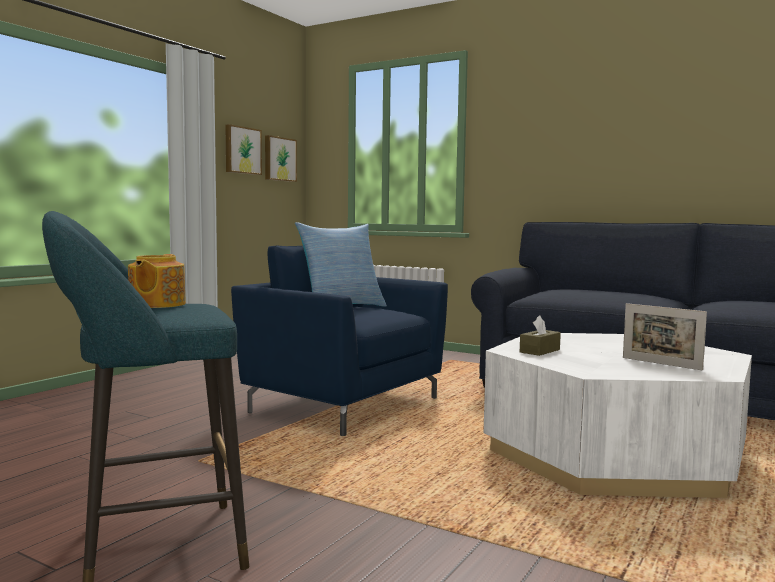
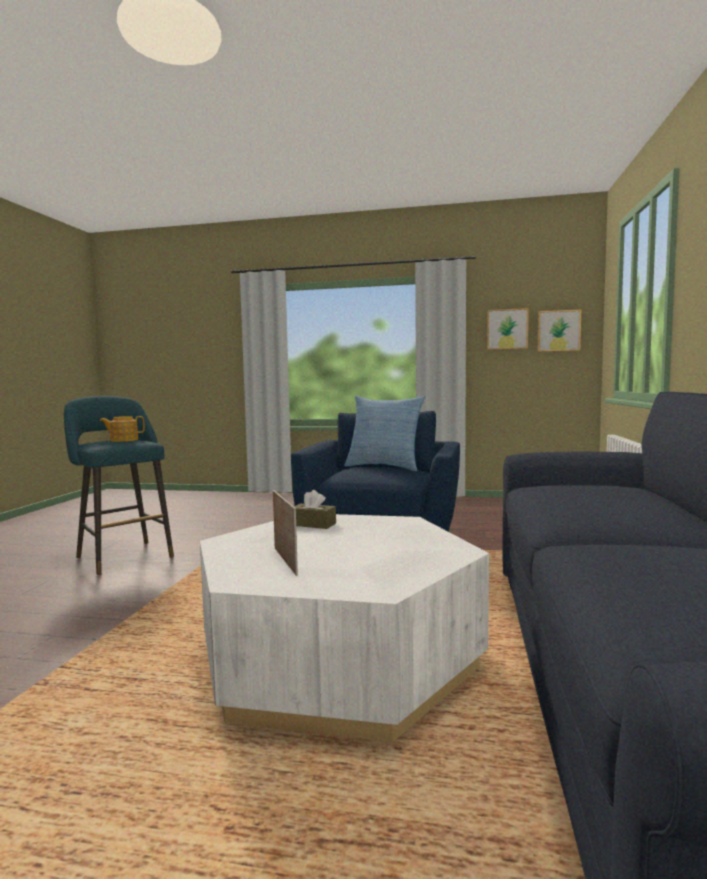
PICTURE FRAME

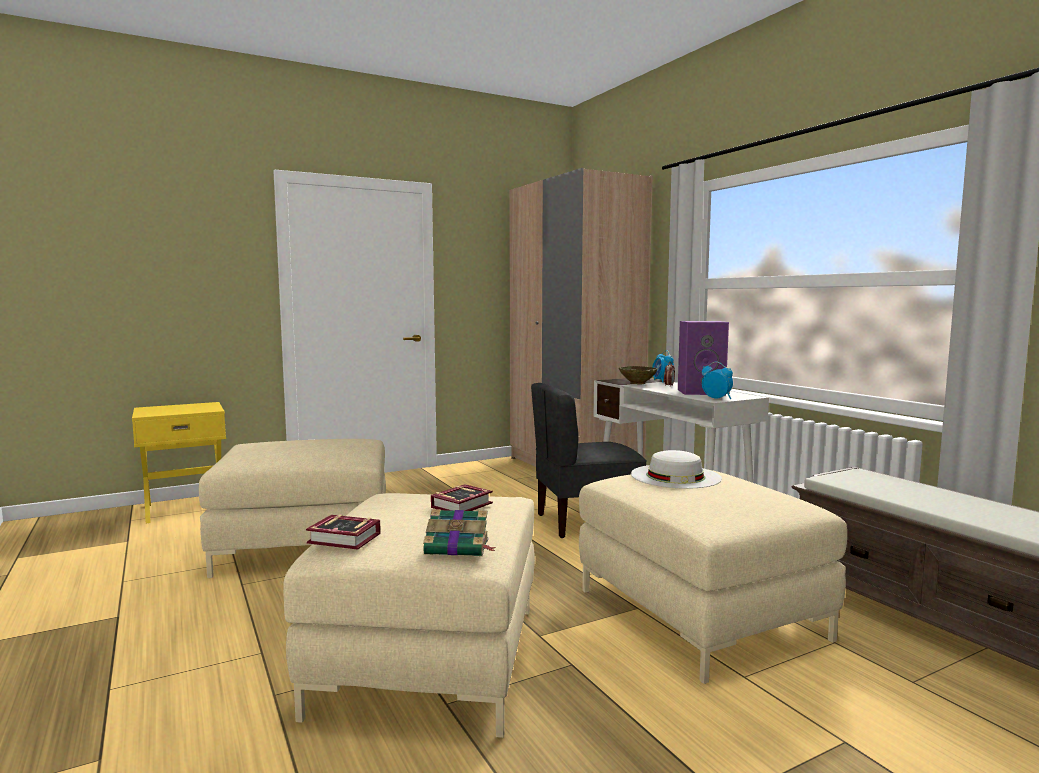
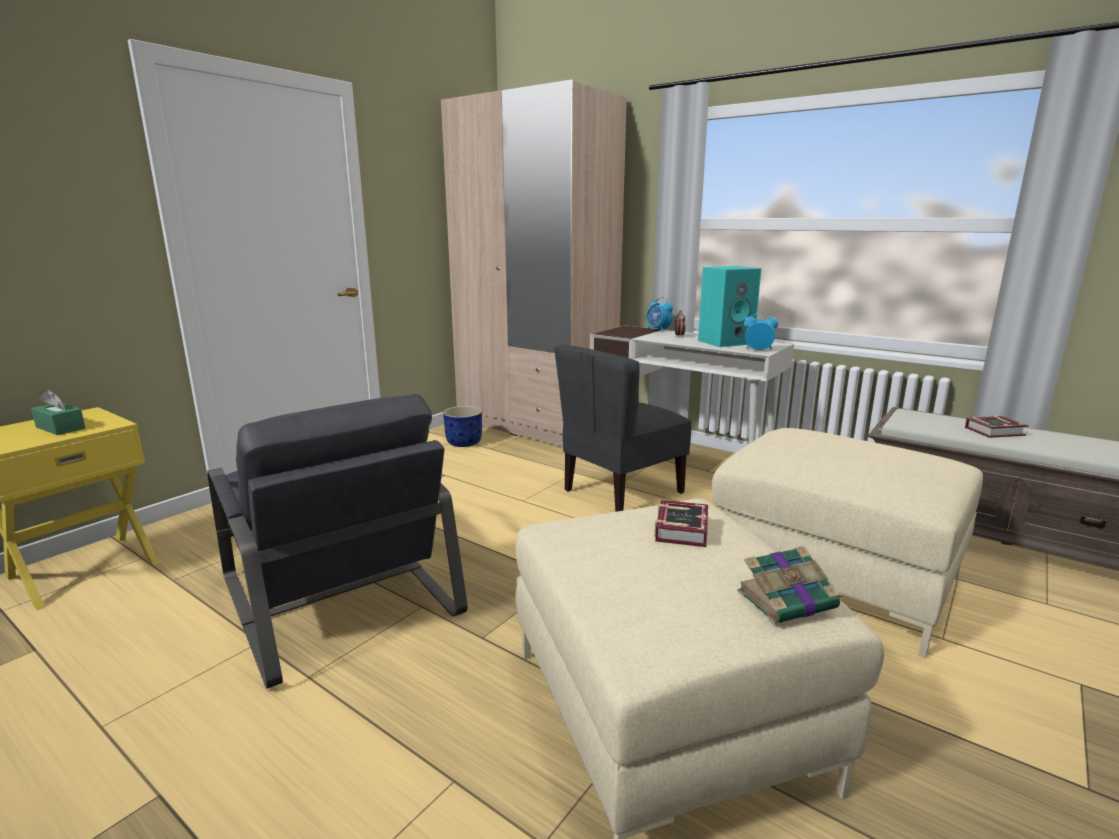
GREY ARMCHAIR; BOOK (no. 3 from left); BEIGE DEEP DISH; WHITE-COLOURED HAT; TURQUOISE-COLOURED SPEAKER; GREEN-COLOURED BOX OF TISSUES; BLUISH PLANTER

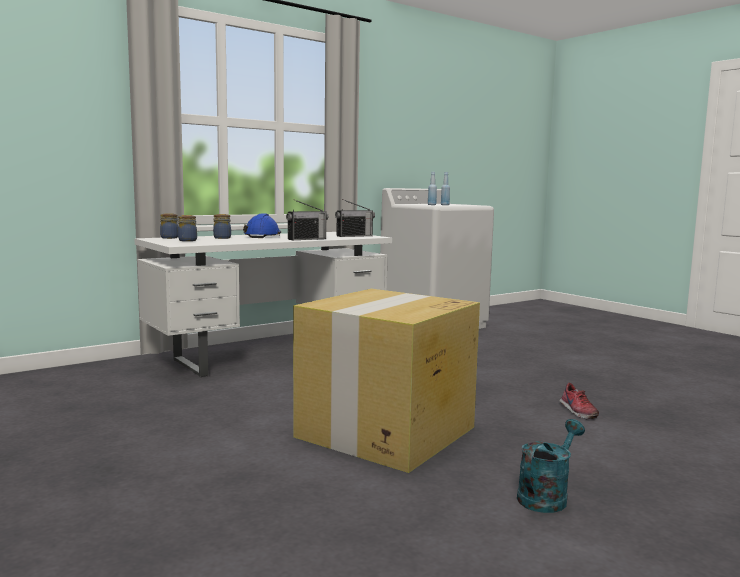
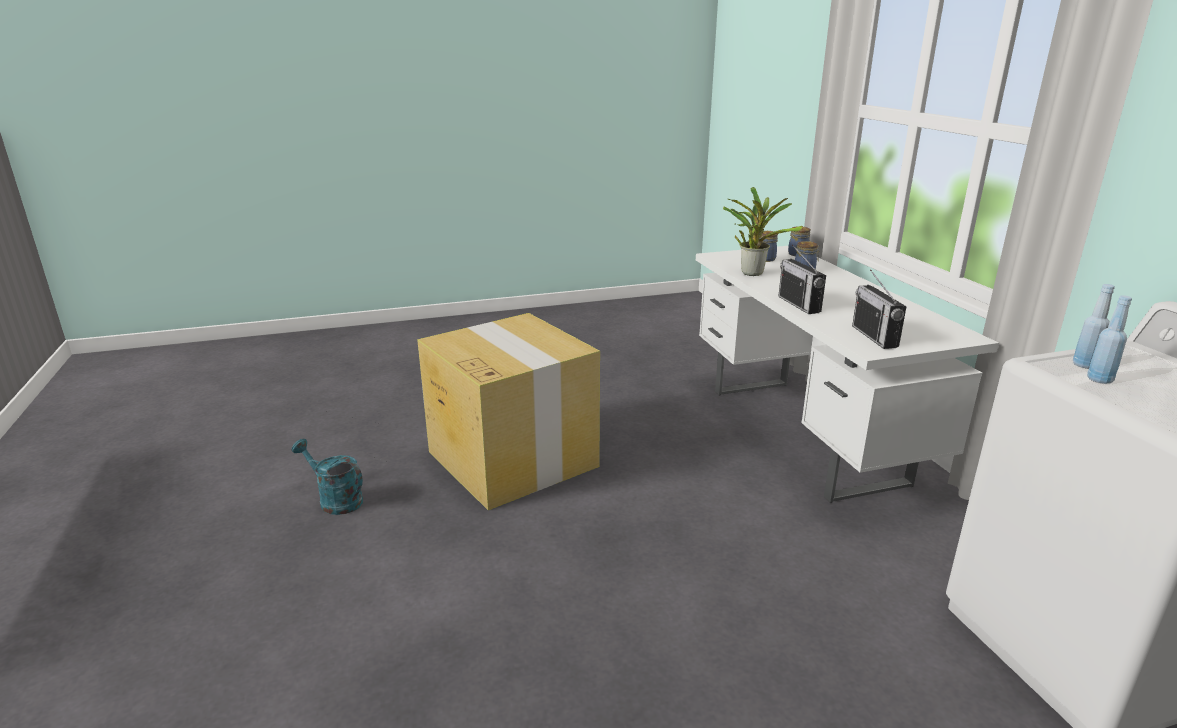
BLUISH HARD HAT; TURQUOISE-COLOURED WATERING CAN; SHOE; POTTED PLANT

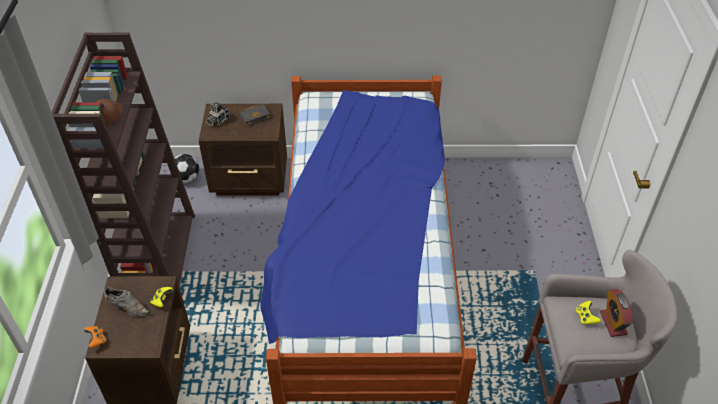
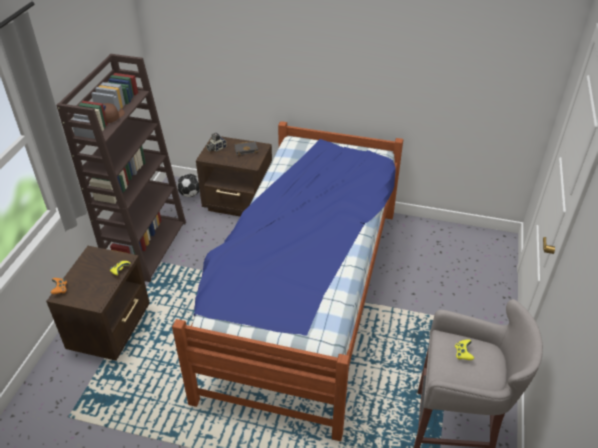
GREY SHOE; ALARM CLOCK

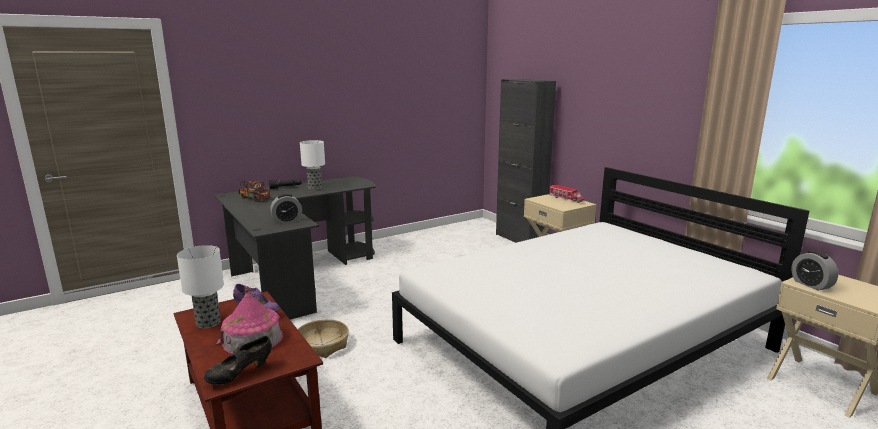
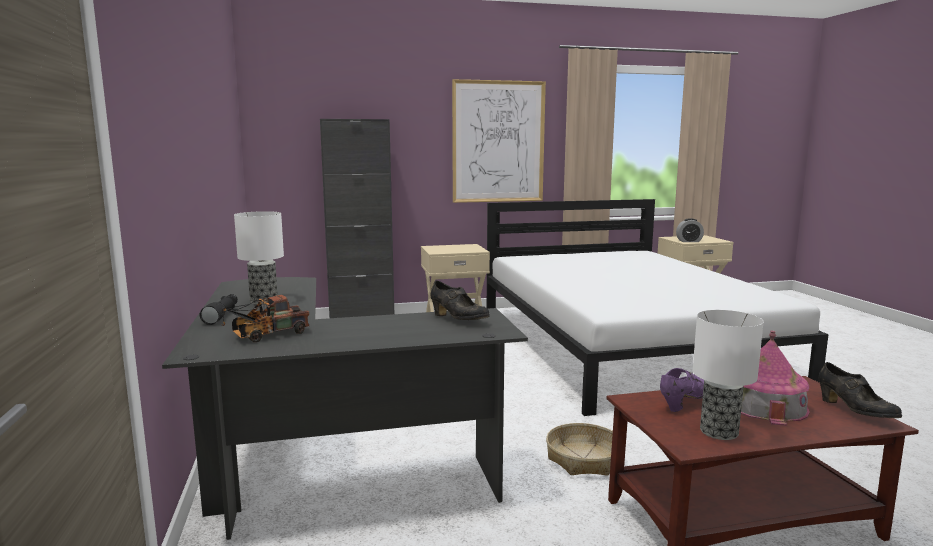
BLACK-COLOURED SHOE (no. 1 from left); TOY TRUCK (no. 2 from left in the first image); WALL ART

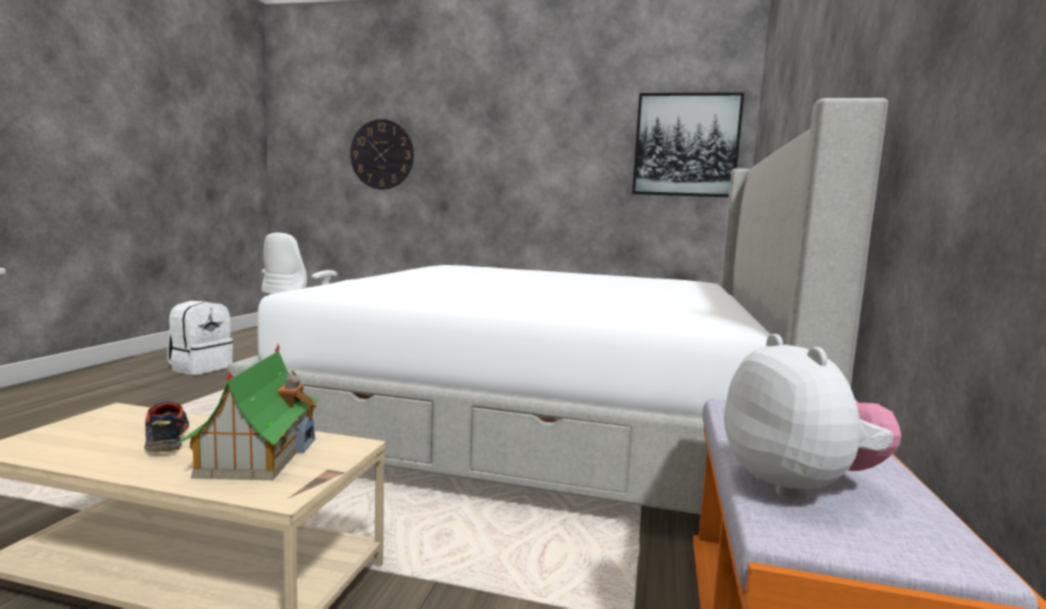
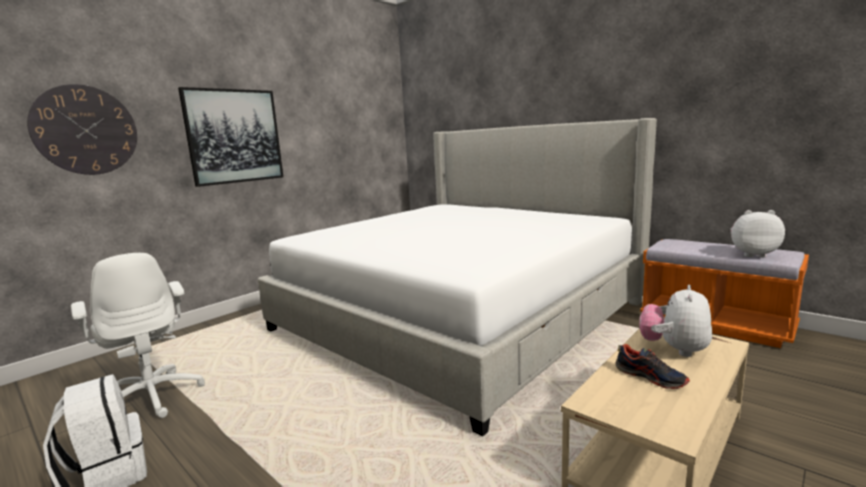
SHOE; CUDDLY TOY (no. 1 from left); WALL ART

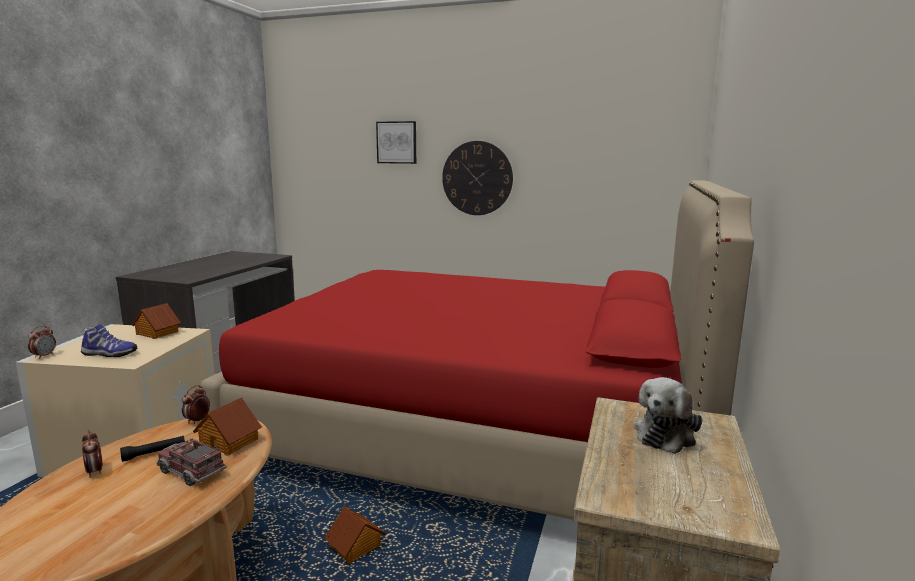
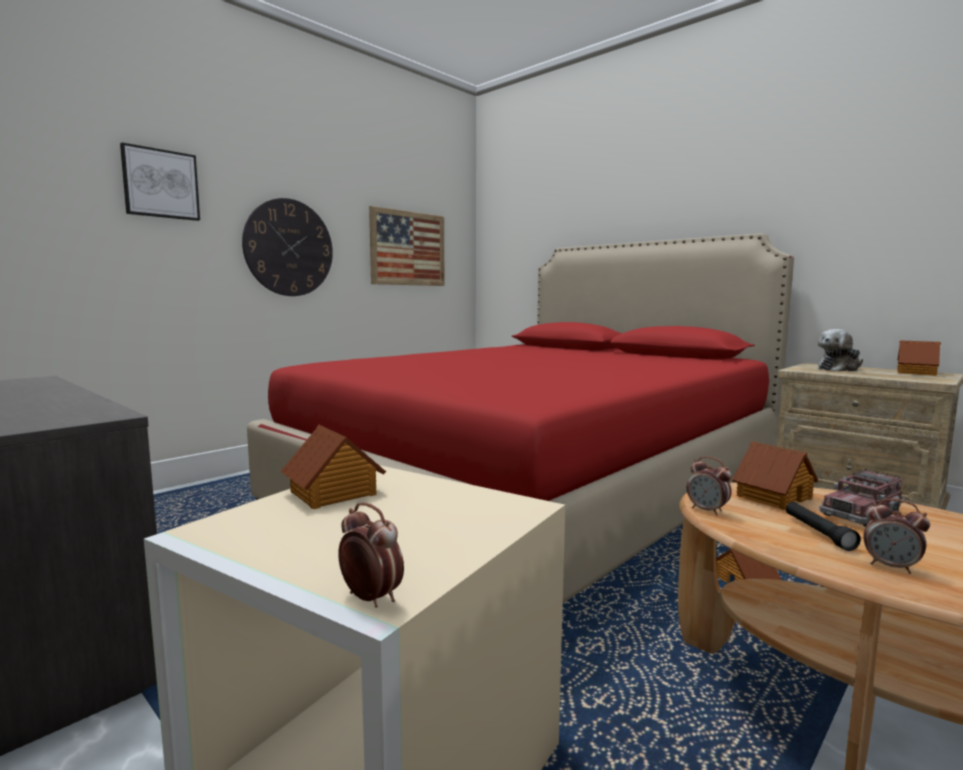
SHOE; ALARM CLOCK (no. 3 from left); CUDDLY TOY; WALL ART (no. 2 from left); TOY HOUSE (no. 4 from left)

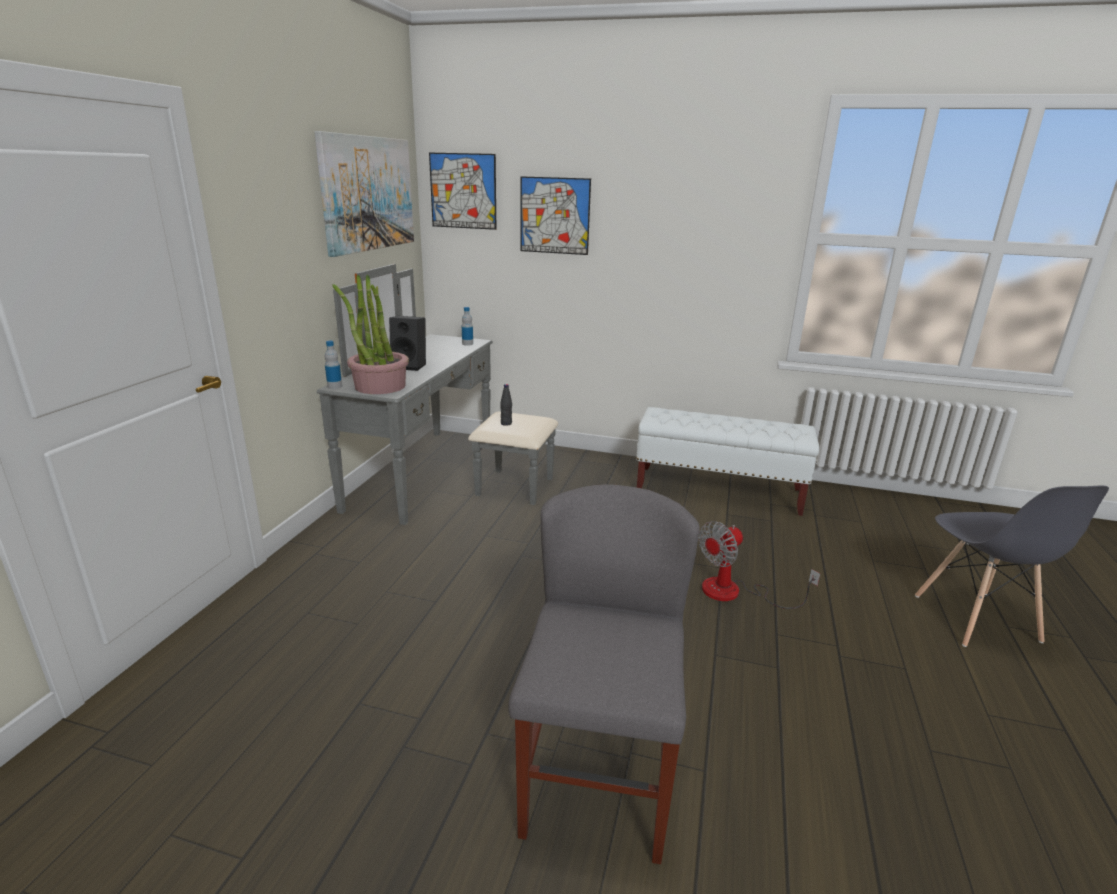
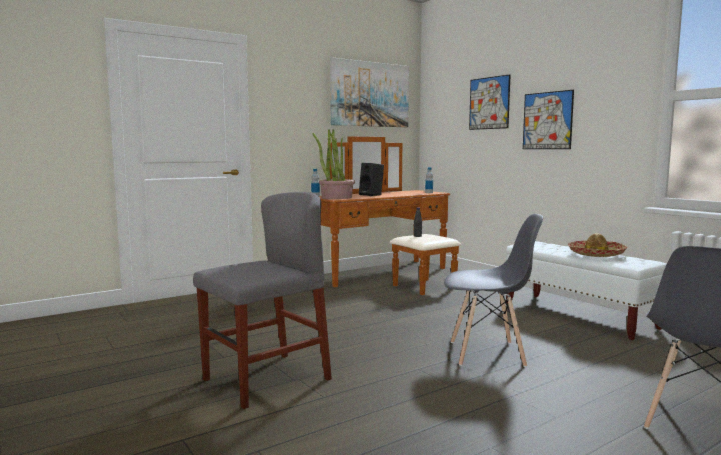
BROWNISH DRESSER; WALL ART (no. 3 from left); GREY UPRIGHT CHAIR (no. 2 from left); HAT

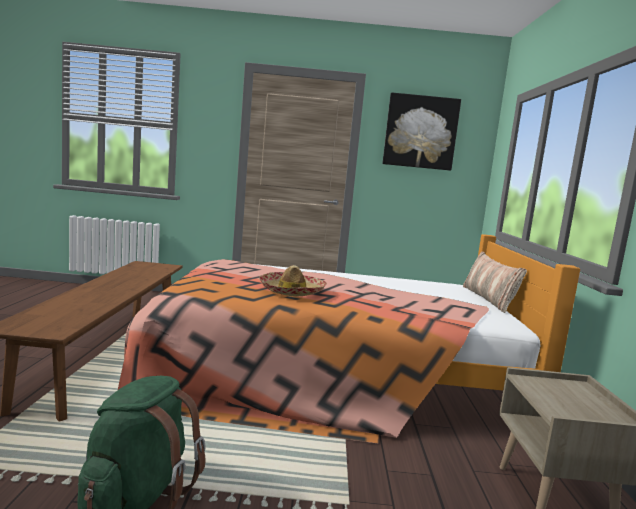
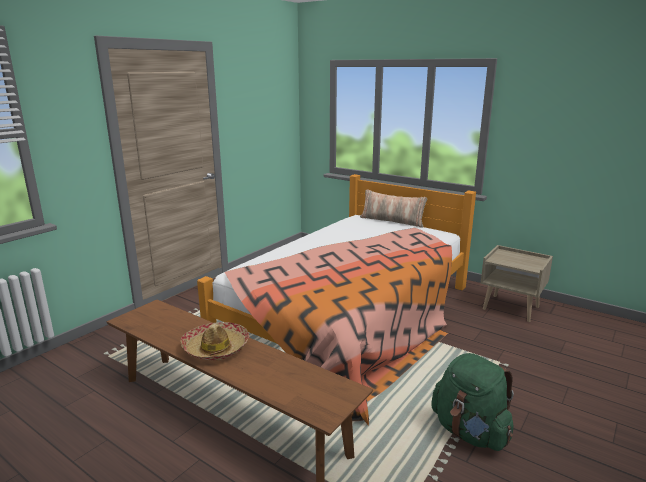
HAT; WALL ART

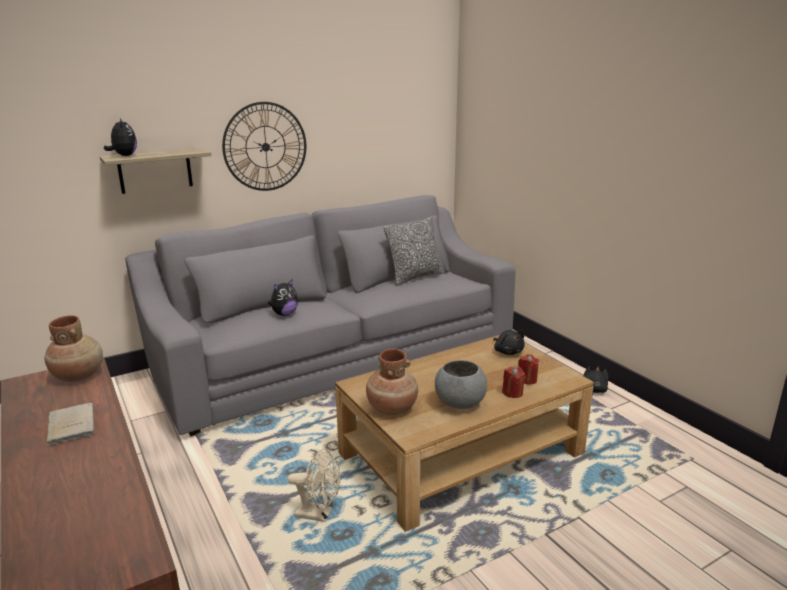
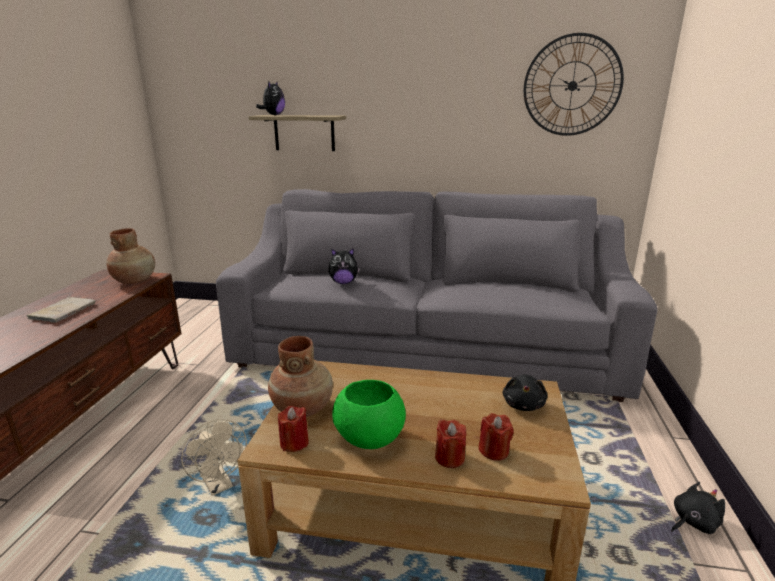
WALL CLOCK; PILLOW; GREEN-COLOURED DEEP DISH; REDDISH CANDLE (no. 1 from left)

